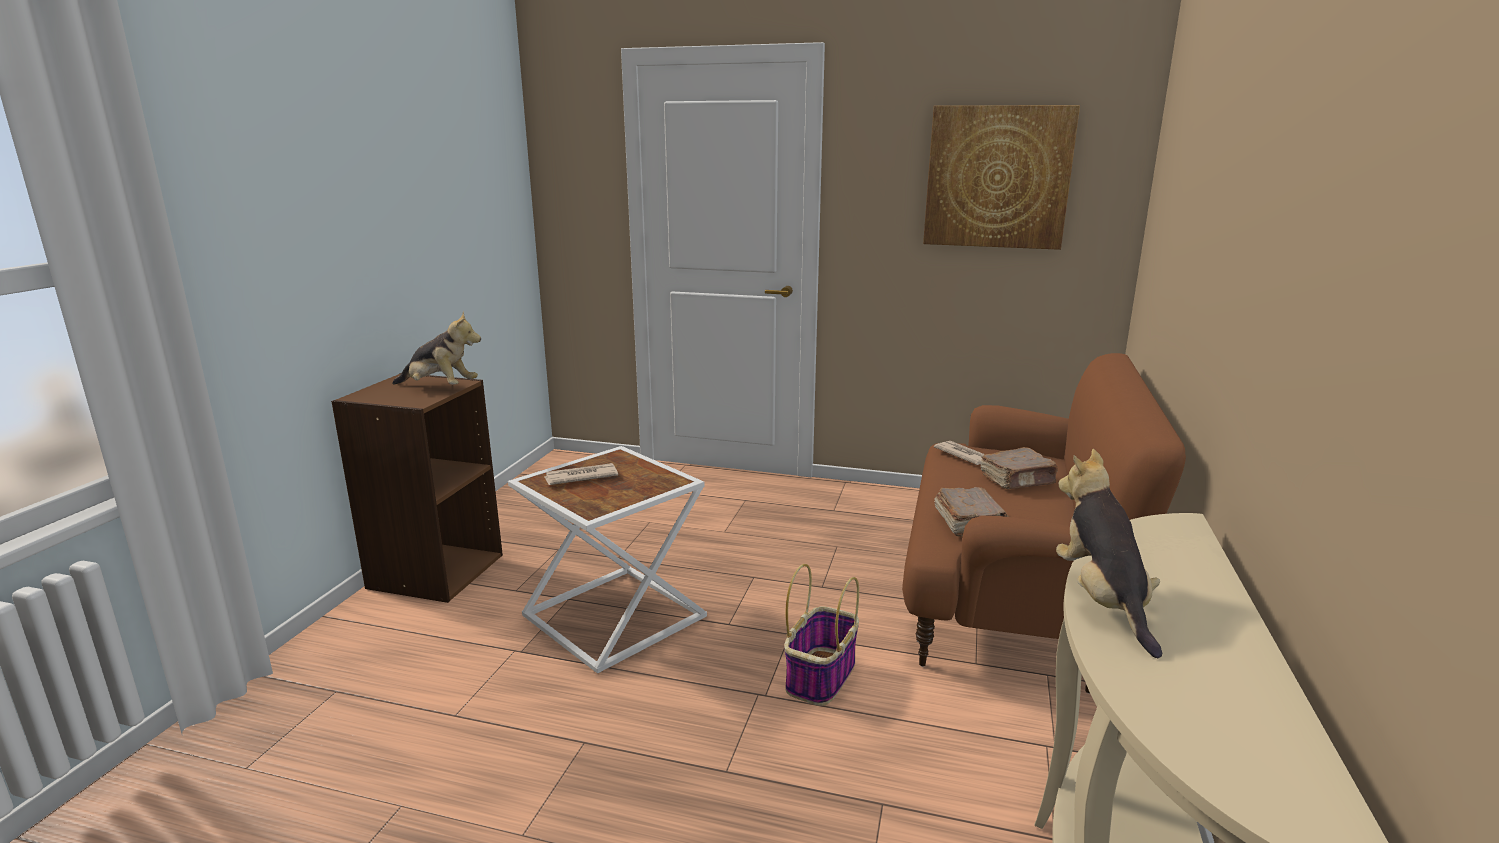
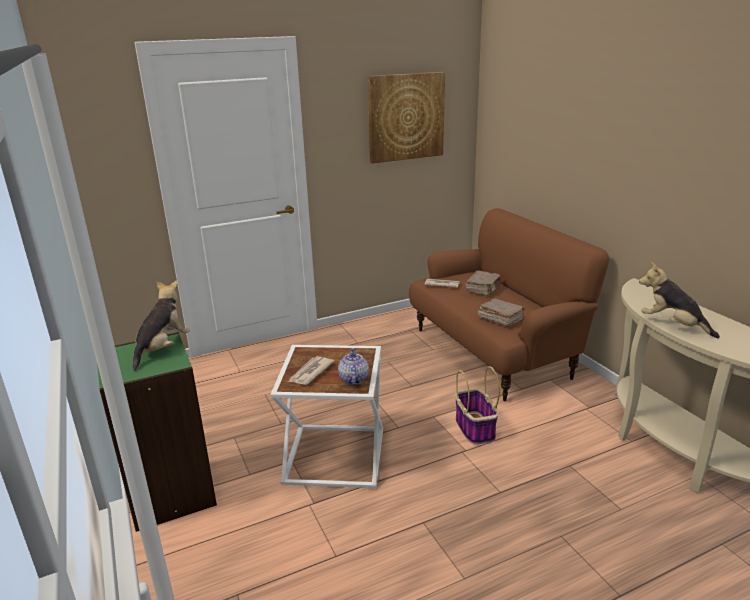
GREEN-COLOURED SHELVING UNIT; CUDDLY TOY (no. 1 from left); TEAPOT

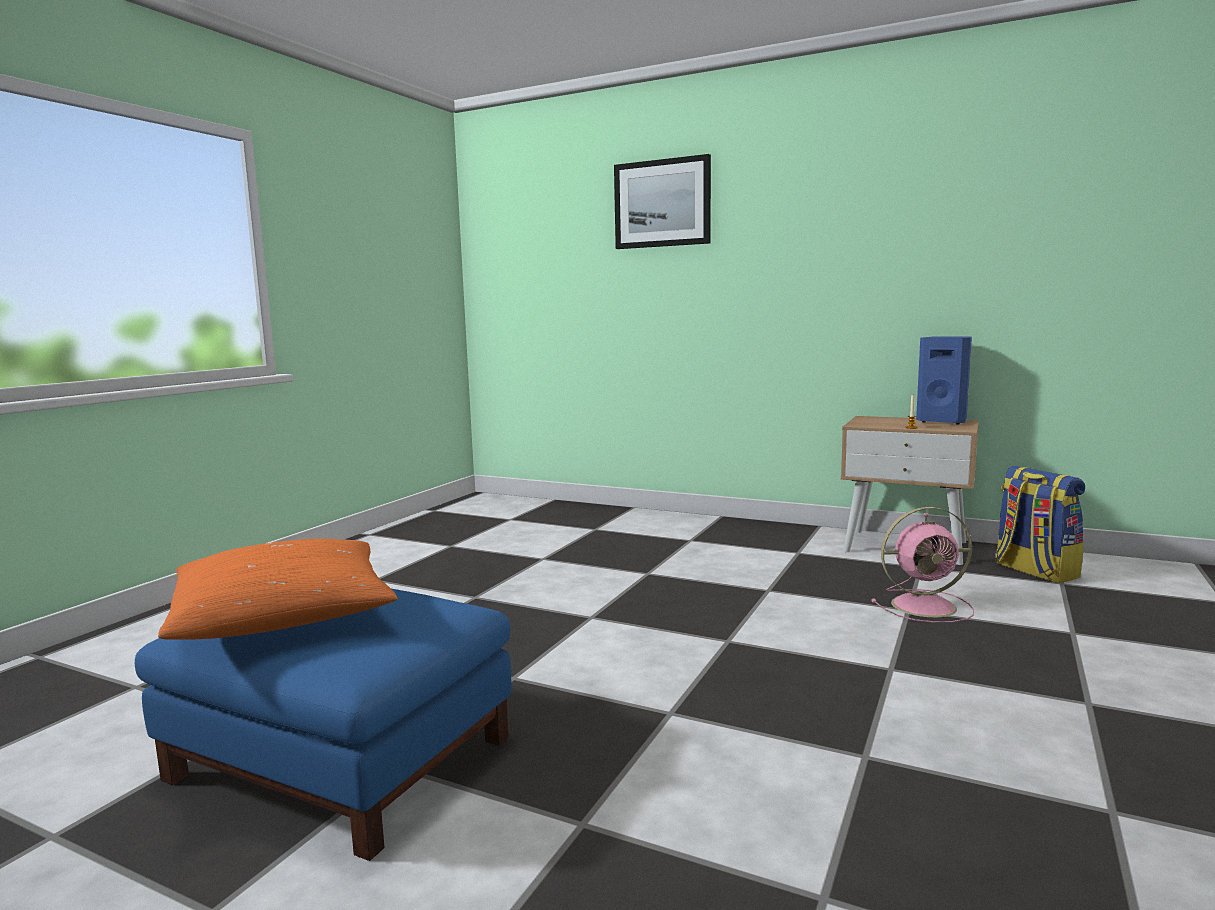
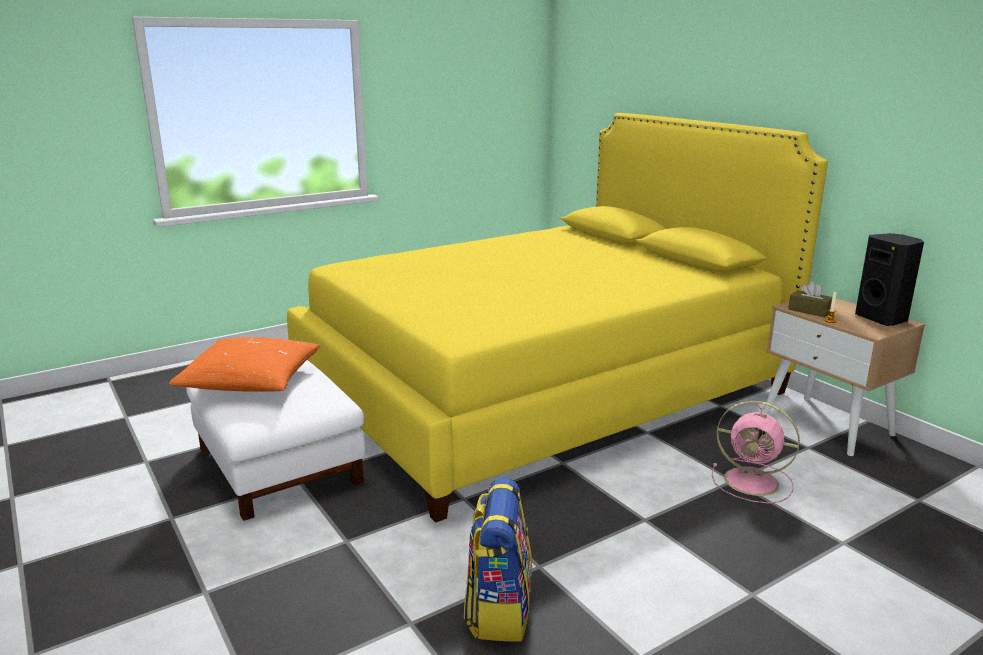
WHITE-COLOURED OTTOMAN; WALL ART; BLACK-COLOURED SPEAKER; RUCKSACK; YELLOW-COLOURED SLEEPING BED; BROWNISH BOX OF TISSUES

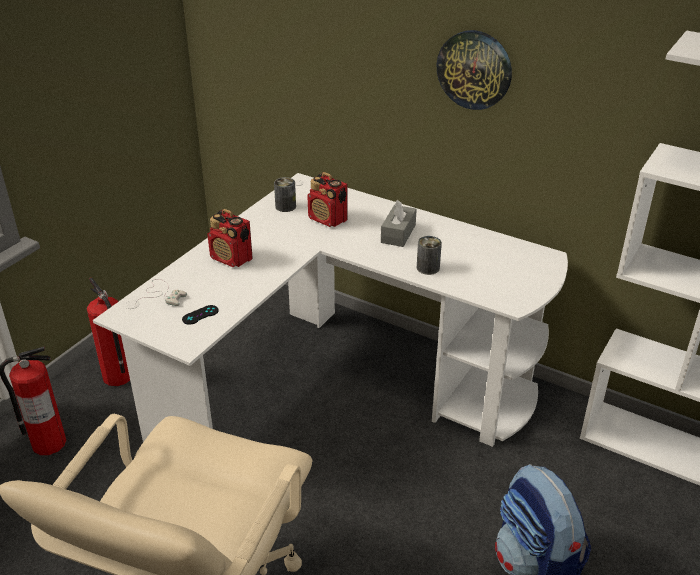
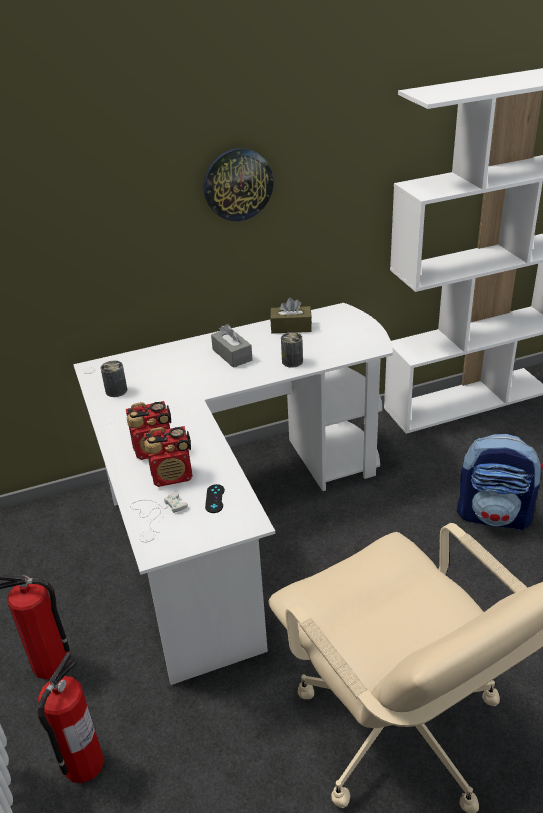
RADIO (no. 2 from left); BROWNISH BOX OF TISSUES

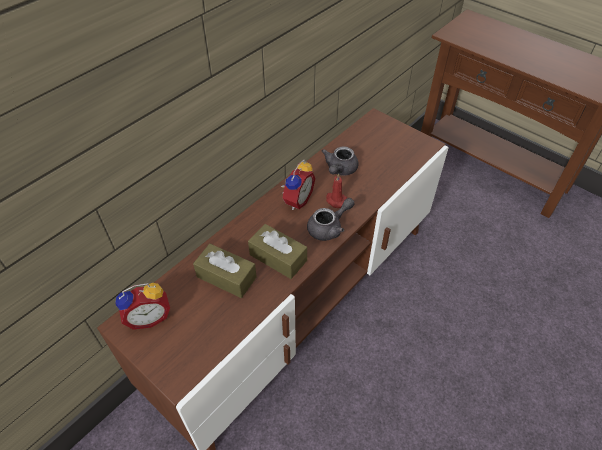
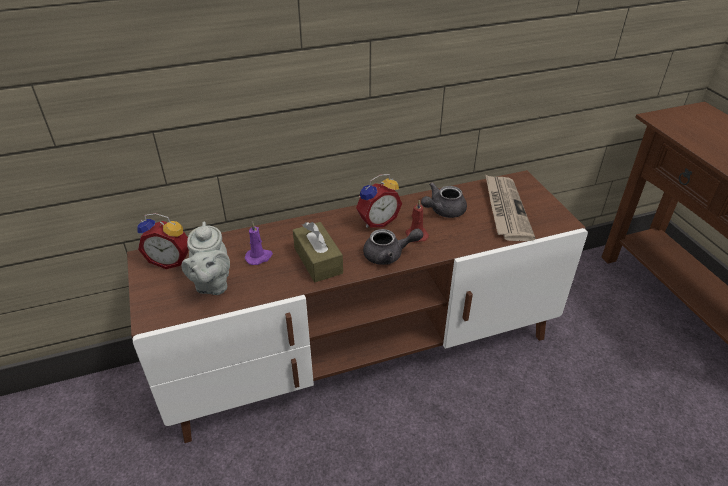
PURPLE CANDLE; GREY TEAPOT (no. 1 from left); PRINTED PAPER

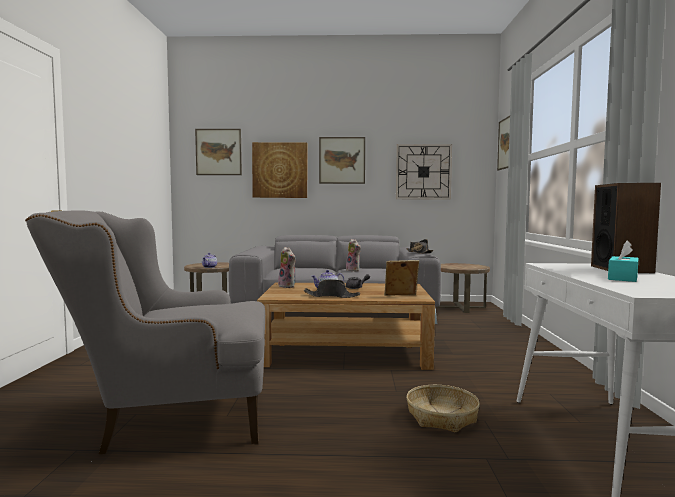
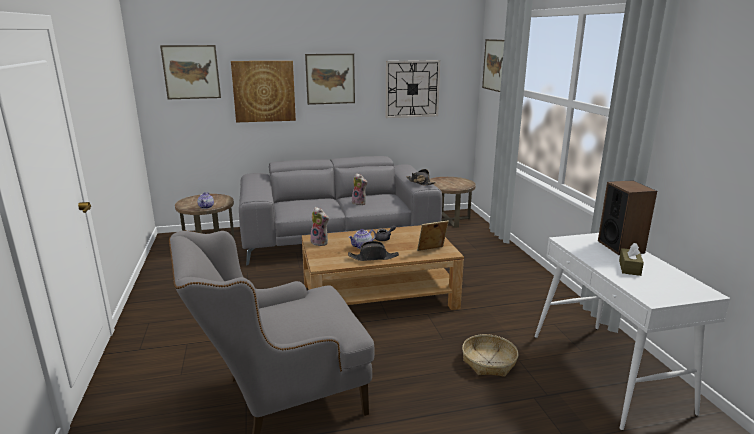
BROWNISH BOX OF TISSUES

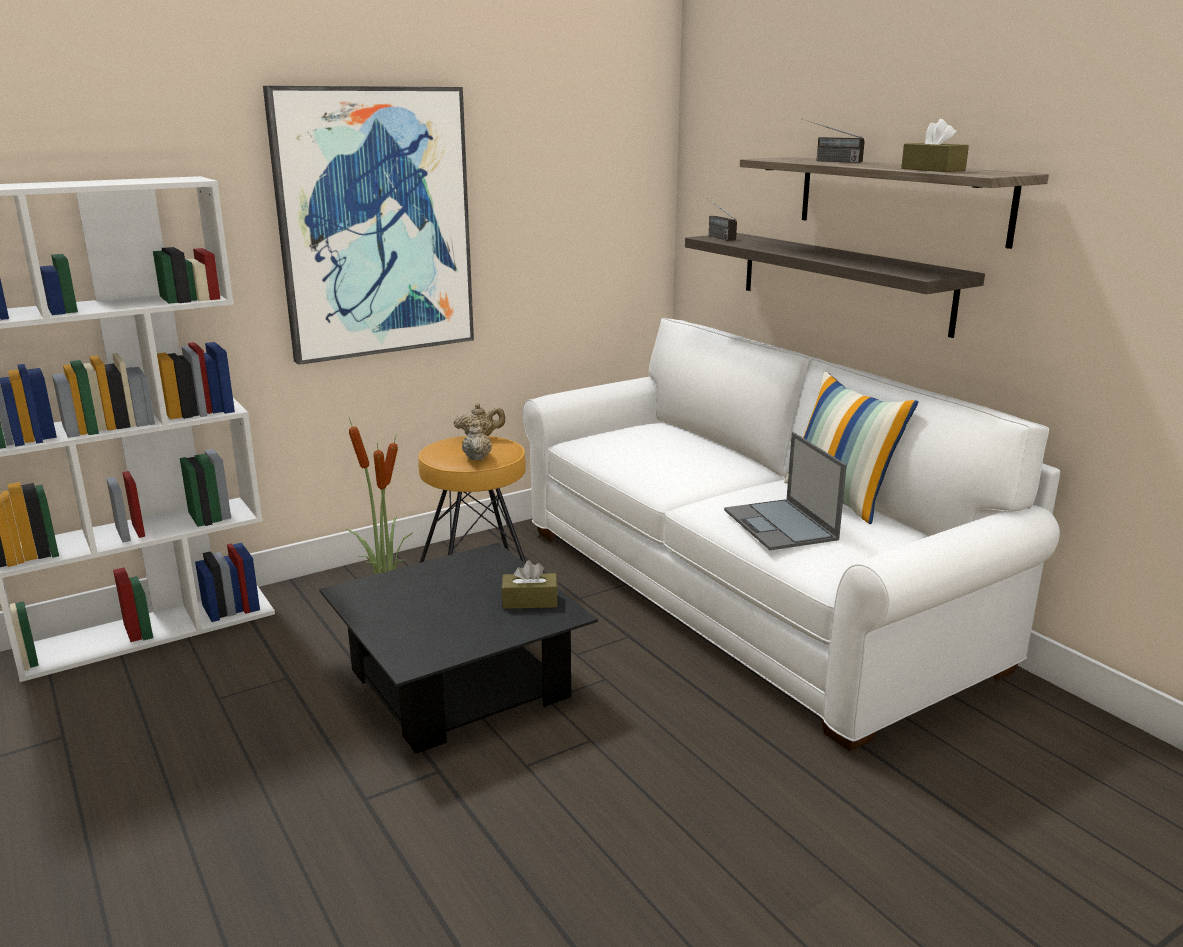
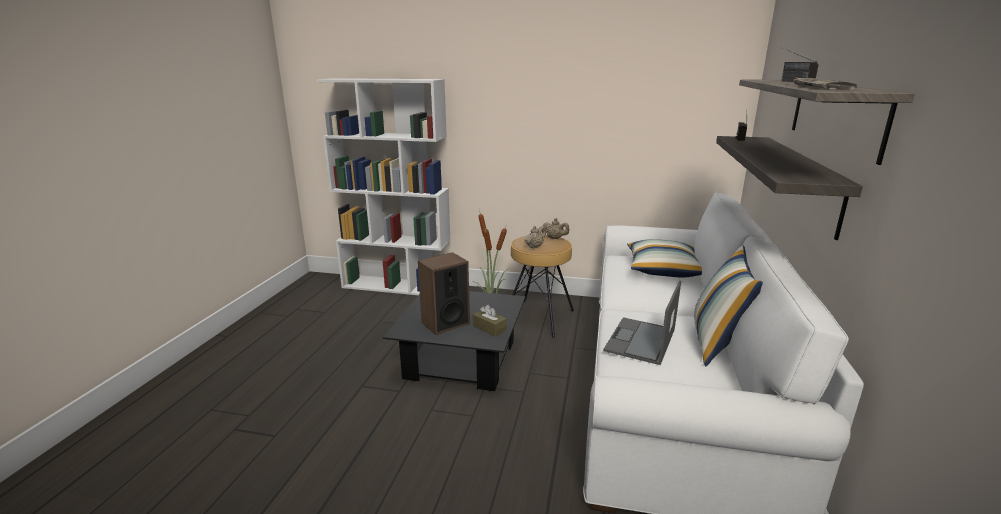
WALL ART; PRINTED PAPER; SPEAKER; PILLOW (no. 1 from left)

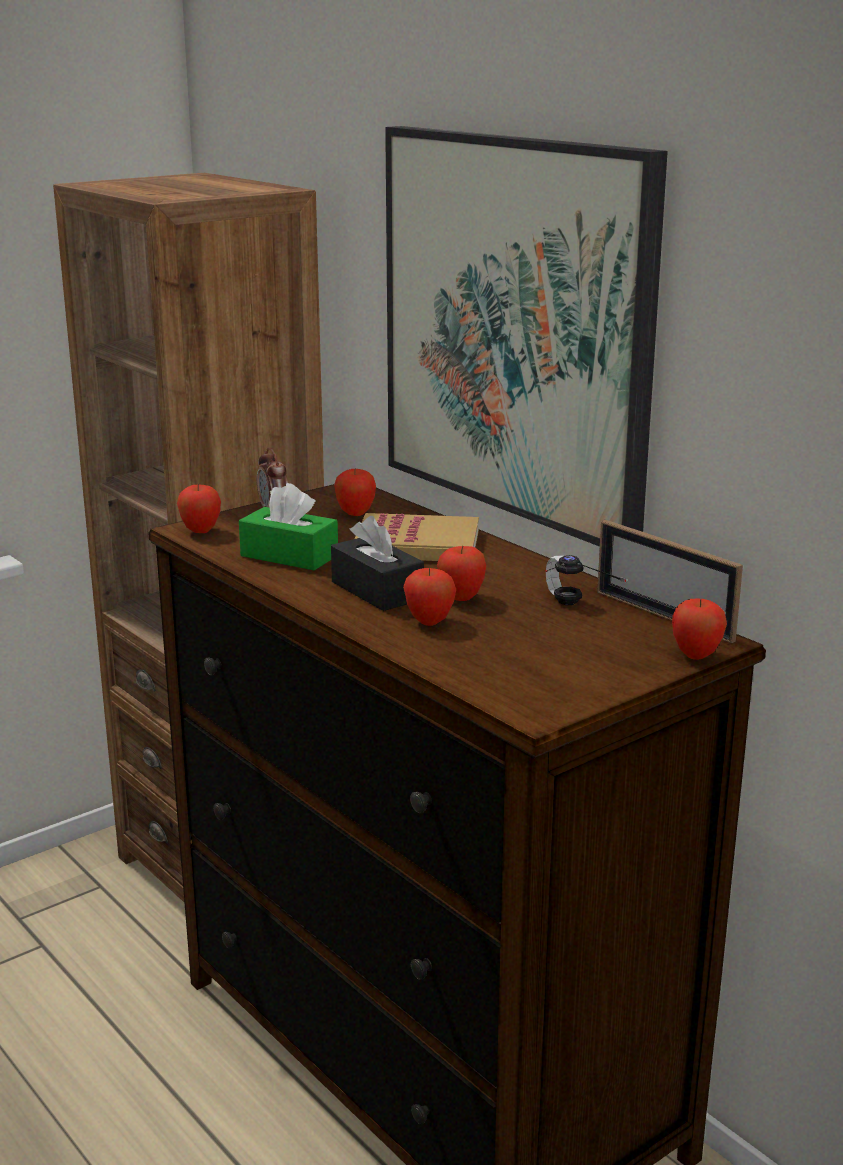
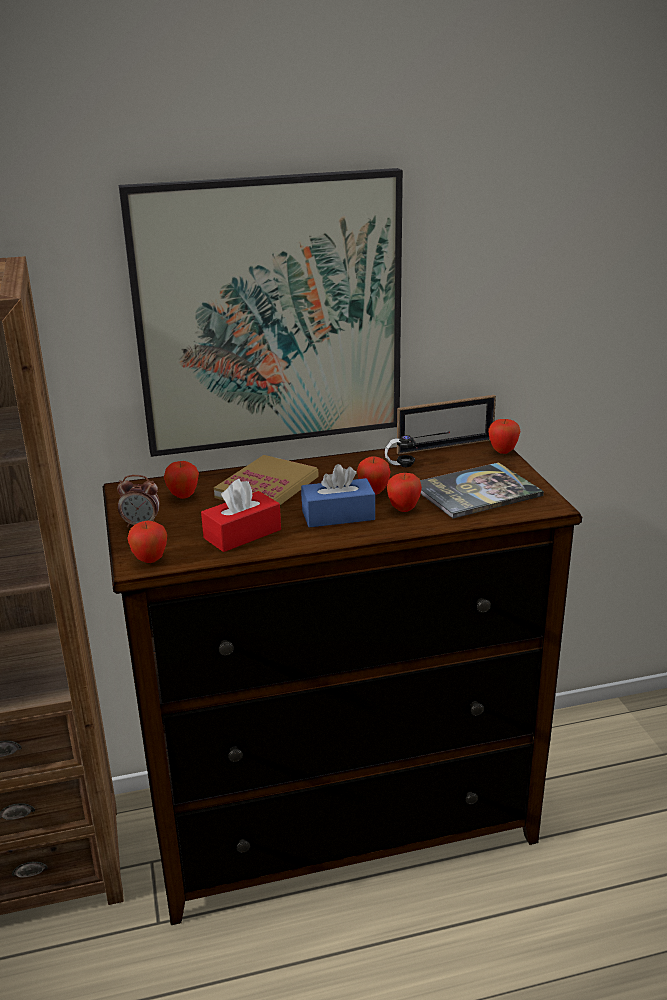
REDDISH BOX OF TISSUES; BLUISH BOX OF TISSUES; BOOK (no. 2 from left)

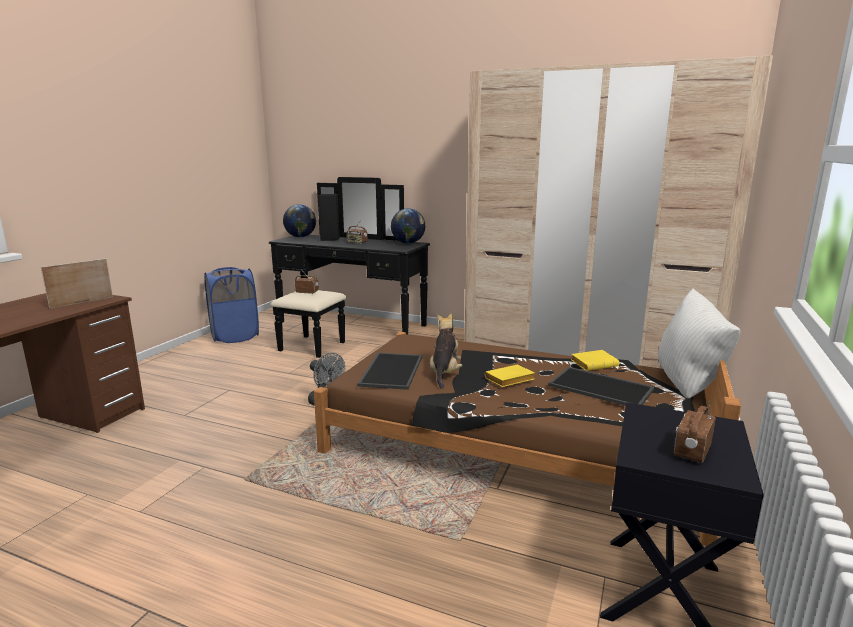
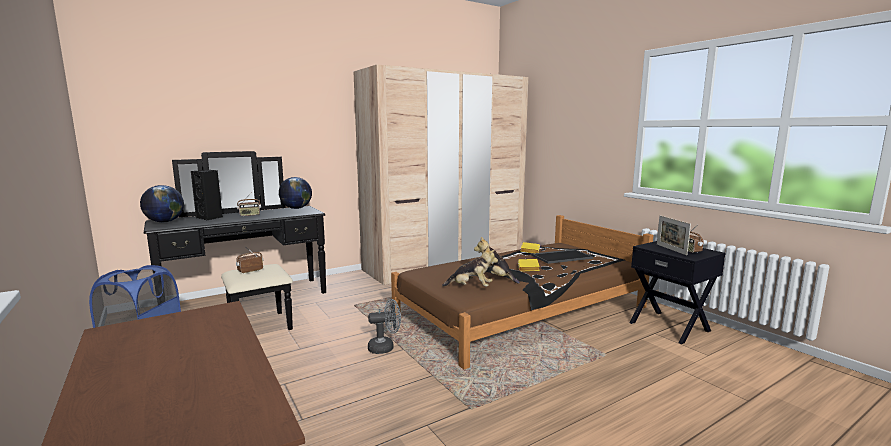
PICTURE FRAME; CUDDLY TOY (no. 1 from left); WHITE-COLOURED PILLOW

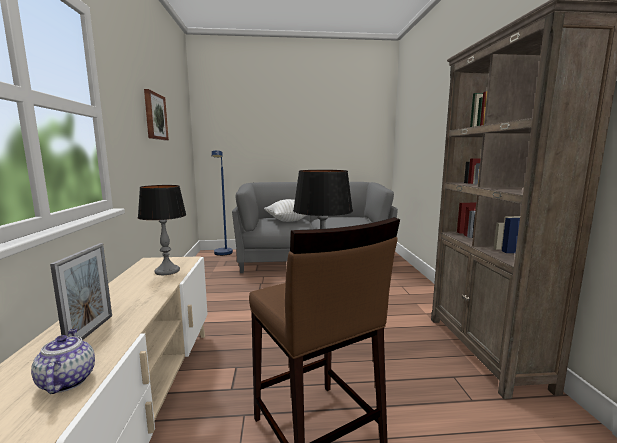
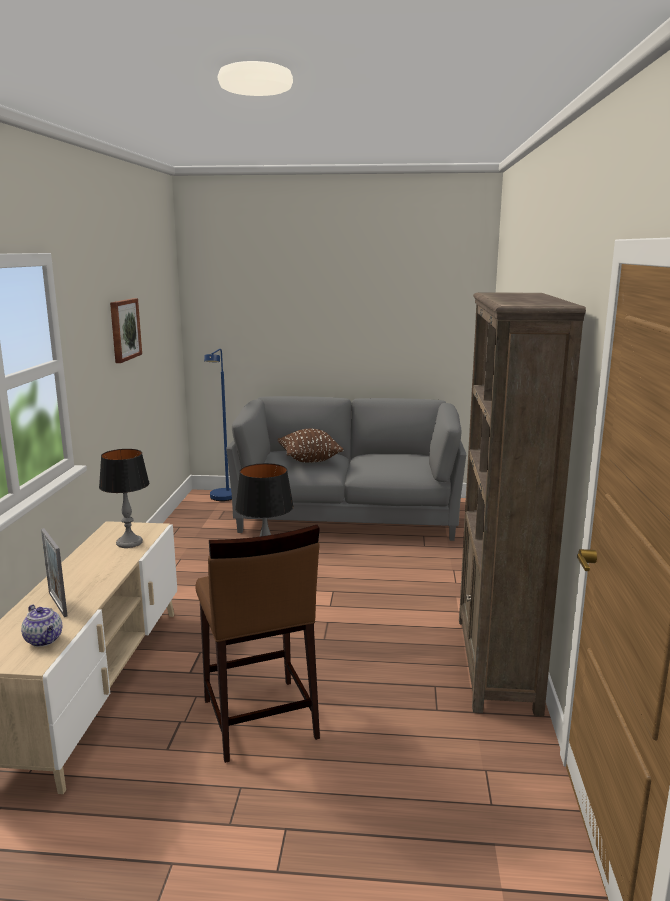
TEAPOT; PICTURE FRAME; BROWNISH PILLOW

